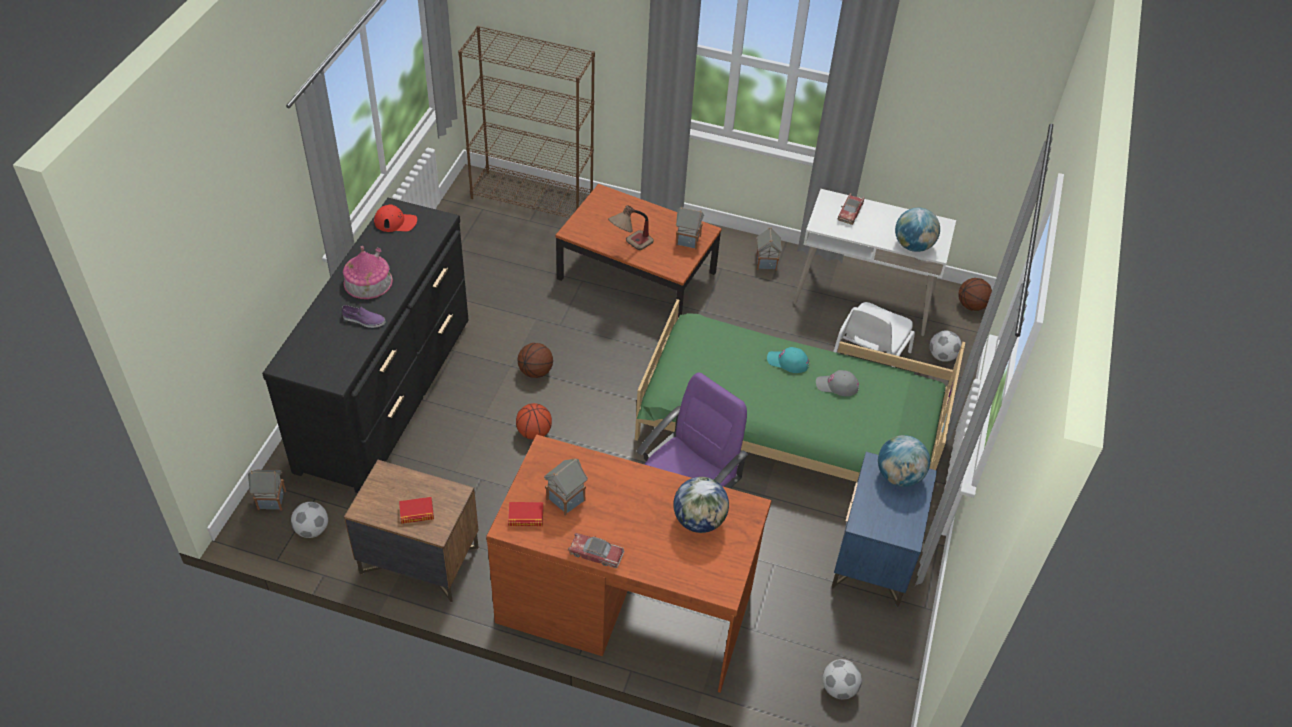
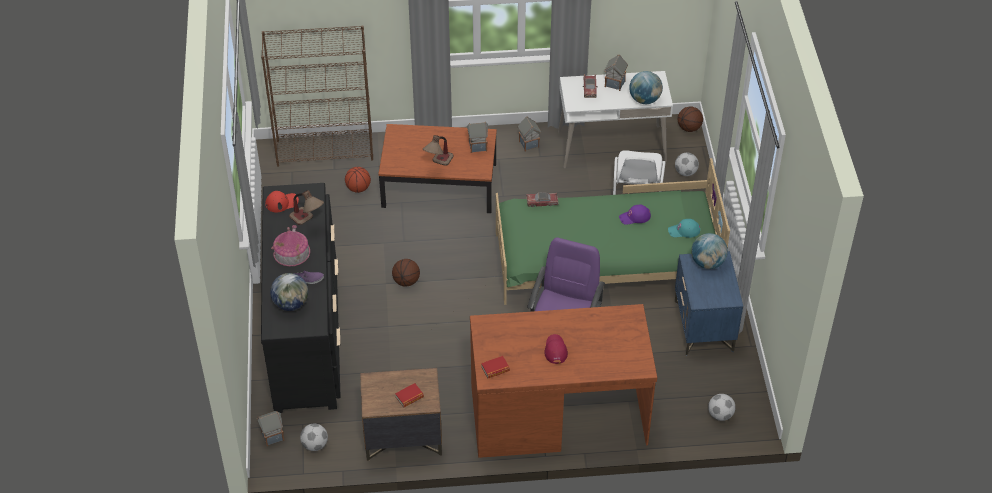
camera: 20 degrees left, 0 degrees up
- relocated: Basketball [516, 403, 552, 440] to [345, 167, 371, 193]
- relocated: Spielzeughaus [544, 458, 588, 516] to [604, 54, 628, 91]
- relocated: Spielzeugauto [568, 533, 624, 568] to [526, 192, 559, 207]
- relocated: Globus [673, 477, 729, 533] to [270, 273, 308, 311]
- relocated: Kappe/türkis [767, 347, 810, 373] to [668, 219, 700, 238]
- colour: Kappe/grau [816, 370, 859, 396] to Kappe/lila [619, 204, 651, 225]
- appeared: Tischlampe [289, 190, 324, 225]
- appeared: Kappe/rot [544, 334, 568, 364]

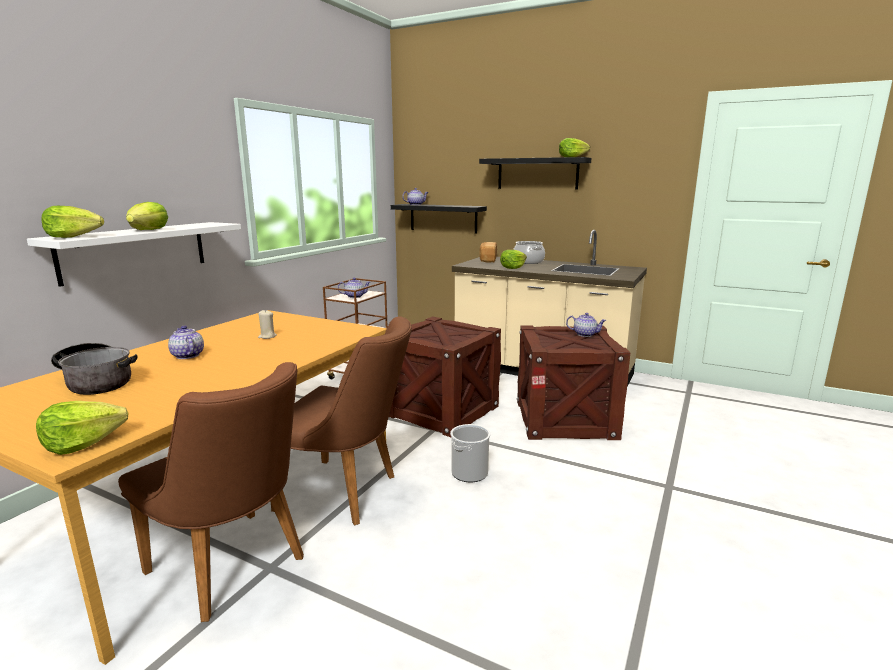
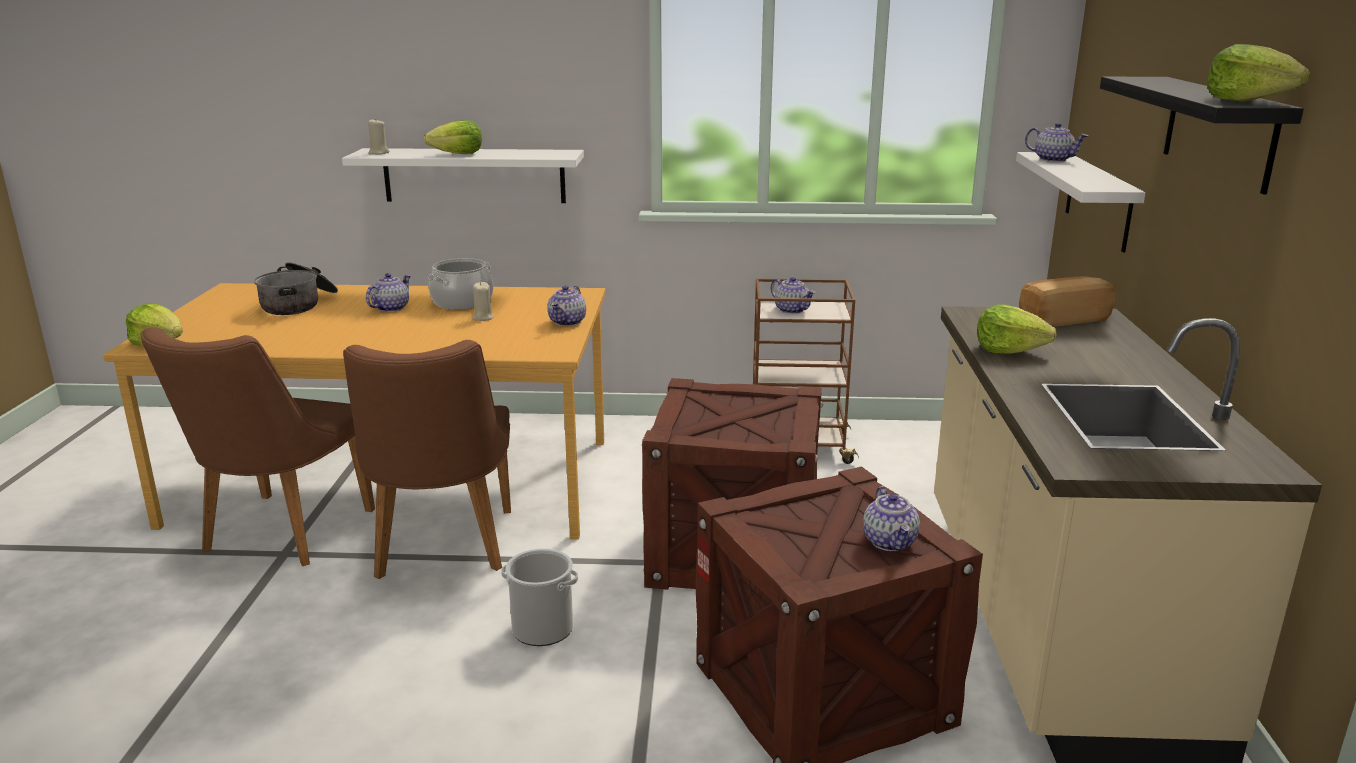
camera: 65 degrees right, 5 degrees up
- exchanged: Salatkopf [41, 206, 104, 238] to Kerze/beige [368, 118, 389, 155]
- colour: Wandregal/schwarz [391, 204, 487, 234] to Wandregal/weiß [1016, 152, 1145, 252]
- relocated: Kochtopf [513, 241, 545, 264] to [428, 258, 493, 310]
- appeared: Teekanne [547, 286, 586, 326]

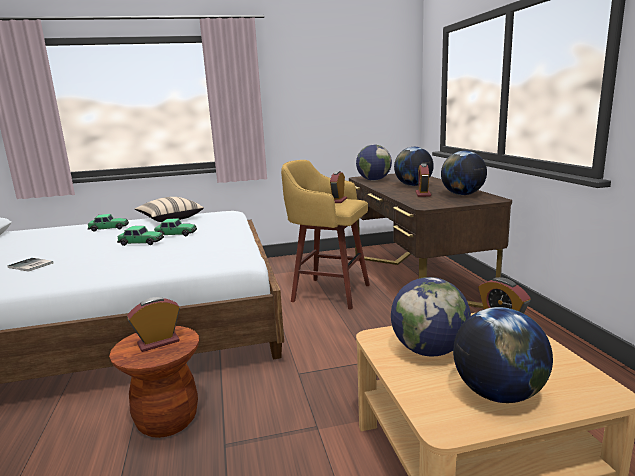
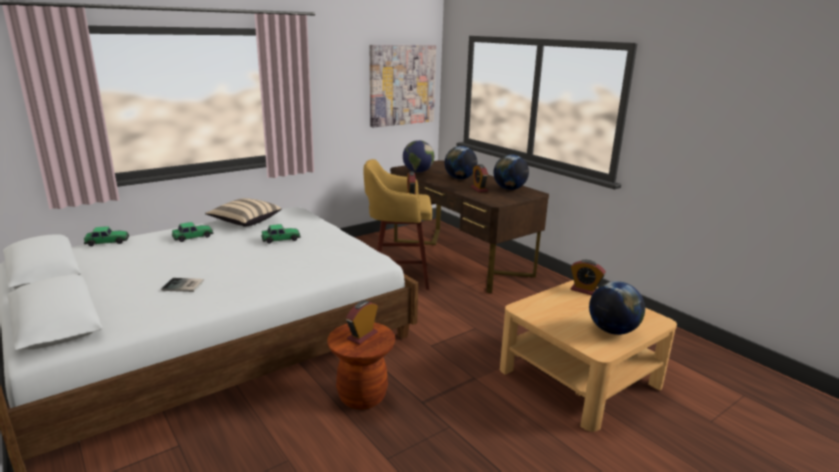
camera: 25 degrees left, 5 degrees up
- relocated: Spielzeugauto [117, 226, 164, 246] to [84, 226, 129, 246]
- missing: Globus [391, 277, 471, 356]
- appeared: Bild [370, 45, 436, 127]

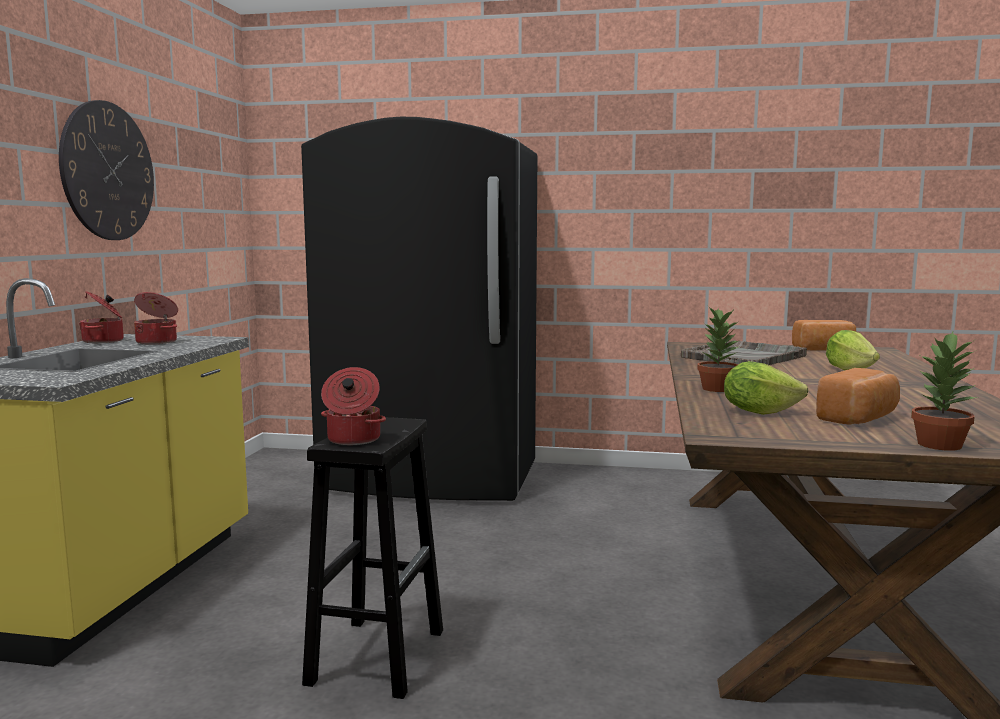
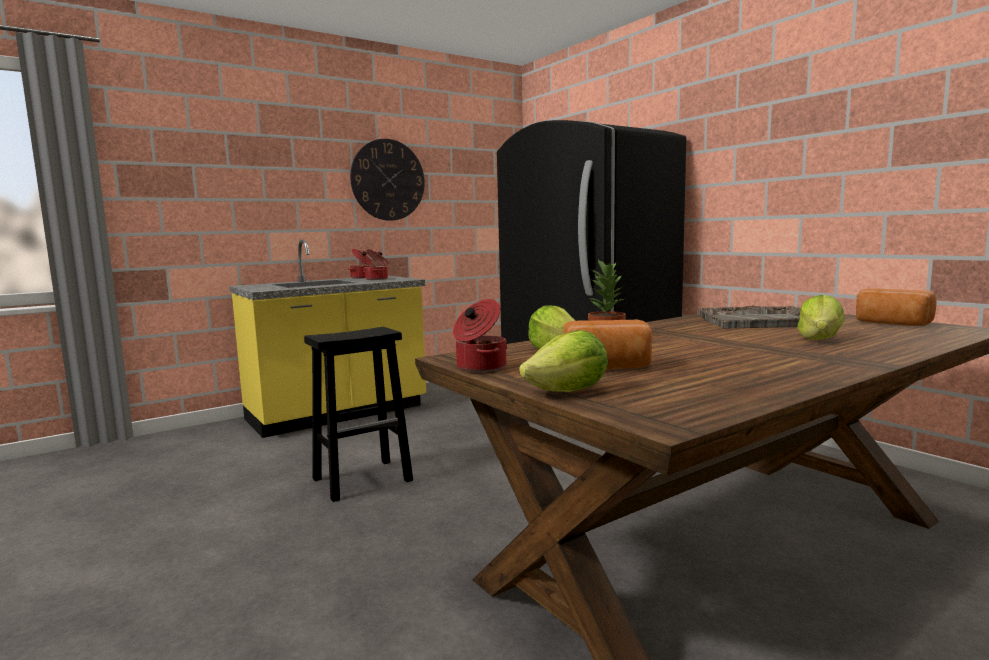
camera: 45 degrees right, 0 degrees up
- relocated: Kochtopf [321, 367, 386, 445] to [453, 299, 507, 372]
- exchanged: Topfpflanze [911, 331, 977, 451] to Salatkopf [519, 330, 608, 392]

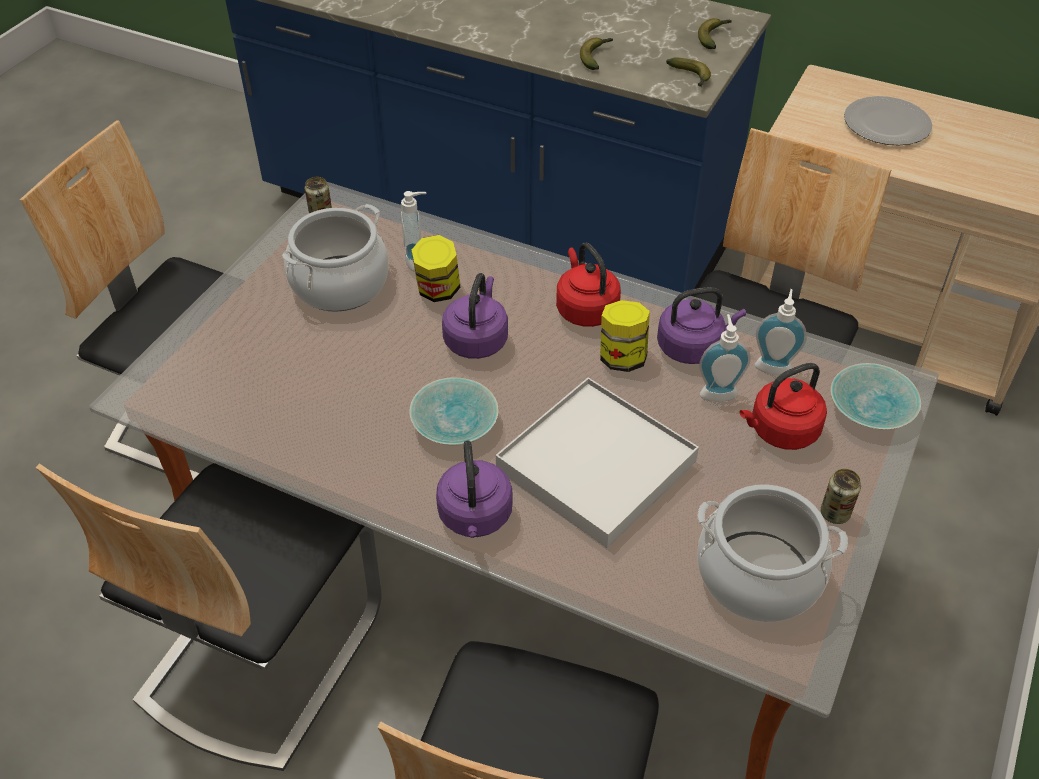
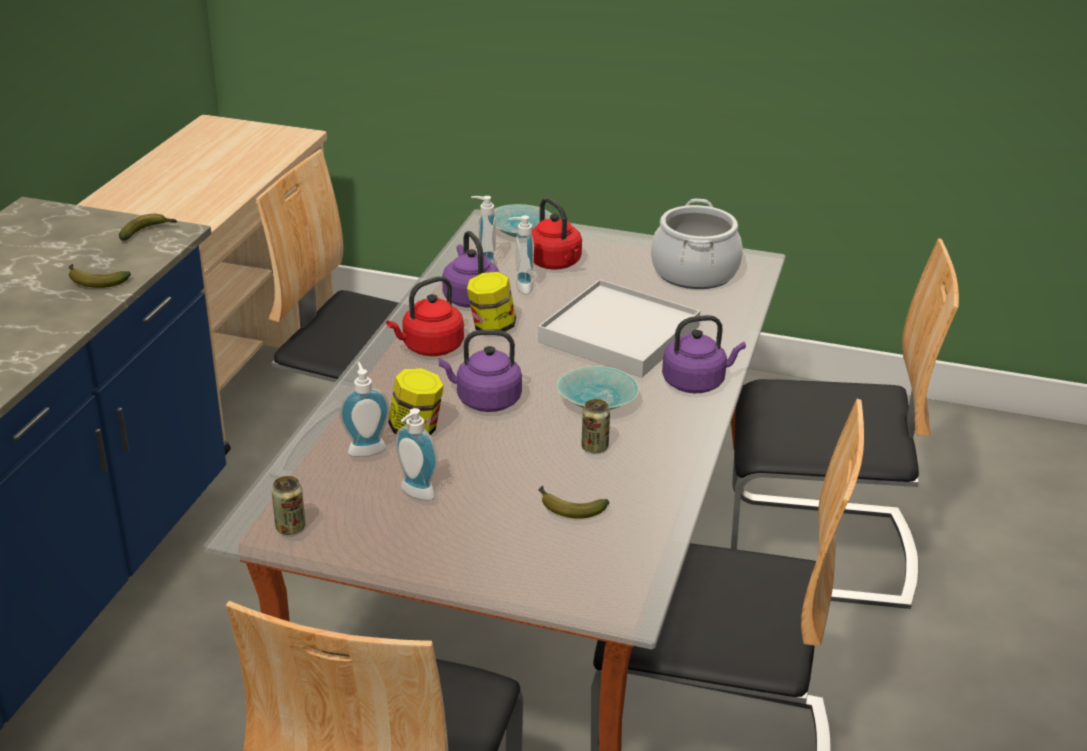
camera: 100 degrees left, 15 degrees down
- exchanged: Kochtopf [282, 204, 389, 312] to Seifenspender [396, 408, 438, 500]
- relocated: Banane [698, 18, 732, 49] to [538, 486, 609, 519]
- relocated: Dose [821, 469, 861, 524] to [581, 399, 610, 453]
- missing: Teller [844, 96, 933, 145]

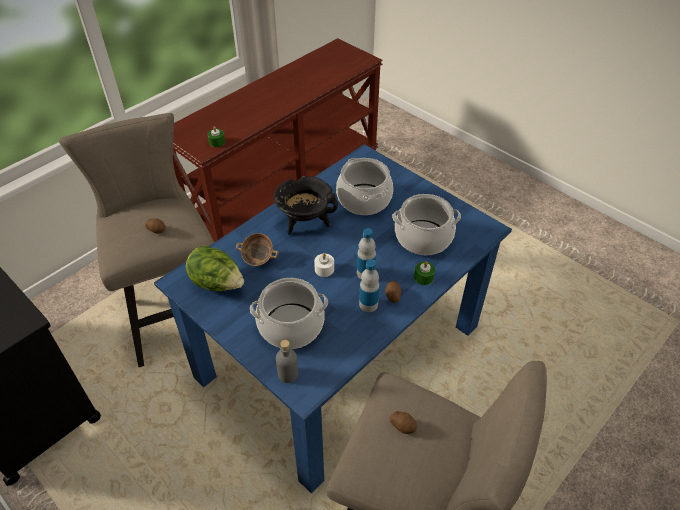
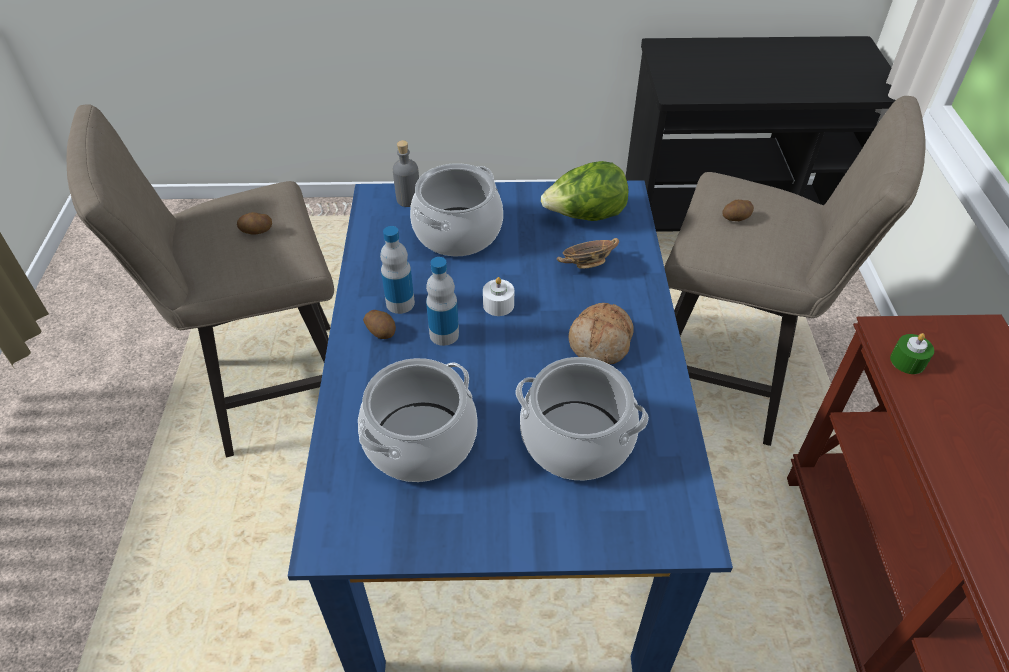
camera: 135 degrees right, 0 degrees up
- exchanged: Kochtopf/schwarz [274, 176, 338, 234] to Brot [569, 303, 634, 364]
- missing: Kerze/grün [414, 261, 435, 285]

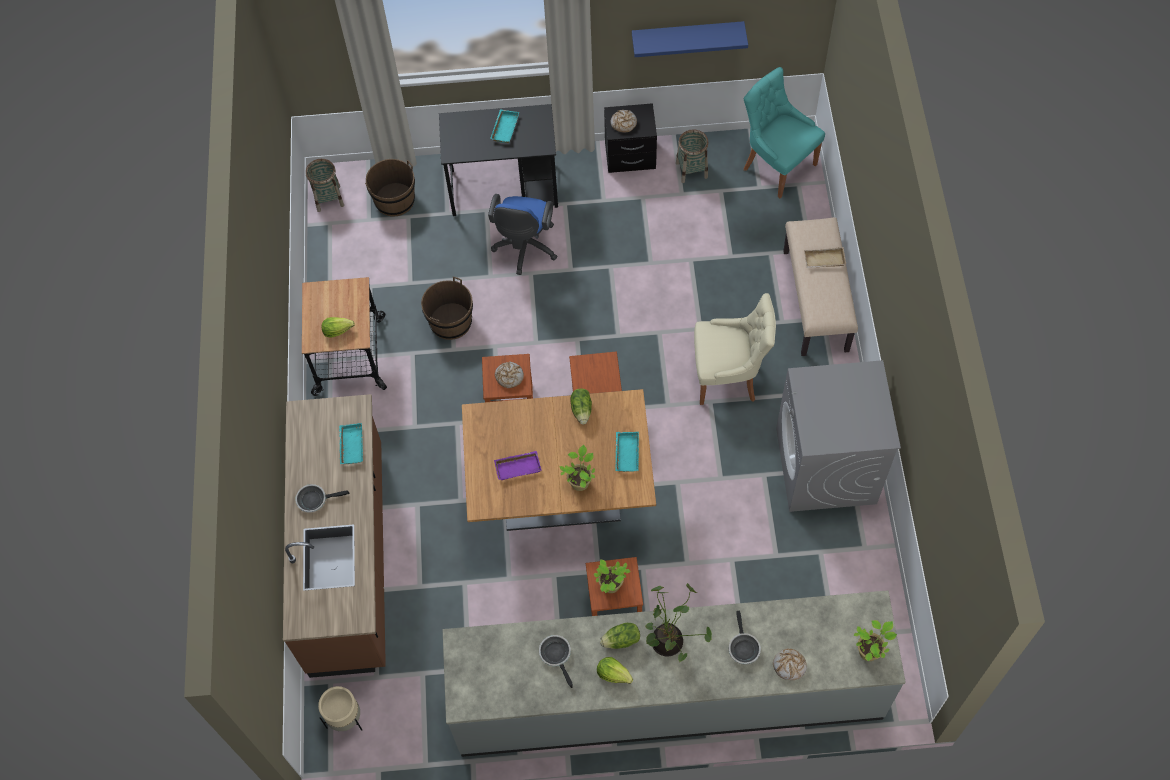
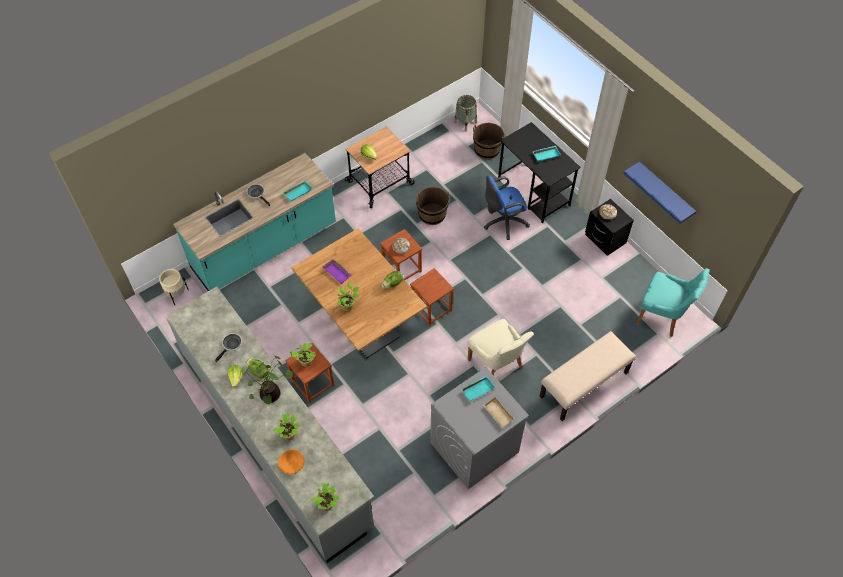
camera: 55 degrees right, 5 degrees down
- colour: Küchenzeile/braun [283, 394, 386, 678] to Küchenzeile/türkis [173, 153, 336, 291]
- relocated: Tablett/türkis [615, 432, 639, 472] to [461, 375, 495, 401]
- missing: Korb [676, 129, 709, 183]
- exchanged: Pfanne [729, 611, 761, 665] to Topfpflanze [273, 413, 300, 441]
- spun: Stuhl/türkis [744, 67, 825, 198] = [637, 268, 710, 337] 105 degrees clockwise
- exchanged: Brot [773, 648, 807, 680] to Schüssel/orange [278, 449, 304, 474]
- relocated: Tablett/beige [804, 247, 846, 268] to [483, 396, 515, 428]

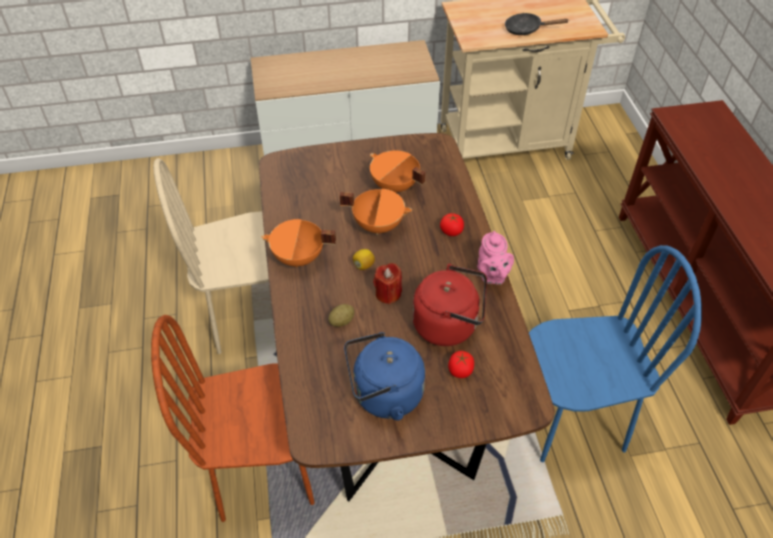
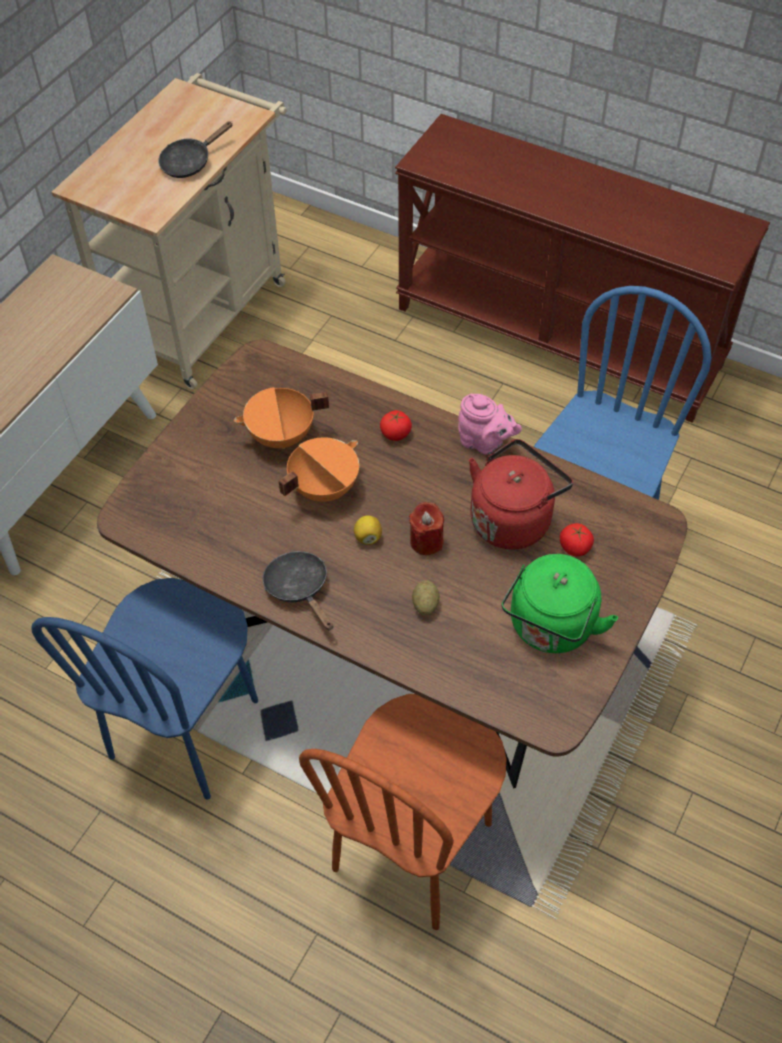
camera: 50 degrees left, 5 degrees up
- colour: Stuhl/beige [153, 158, 269, 354] to Stuhl/blau [32, 578, 258, 800]
- exchanged: Kochtopf/orange [262, 219, 336, 267] to Pfanne/schwarz [263, 551, 333, 631]
- colour: Wasserkessel/blau [344, 332, 425, 421] to Wasserkessel/grün [501, 554, 618, 653]

